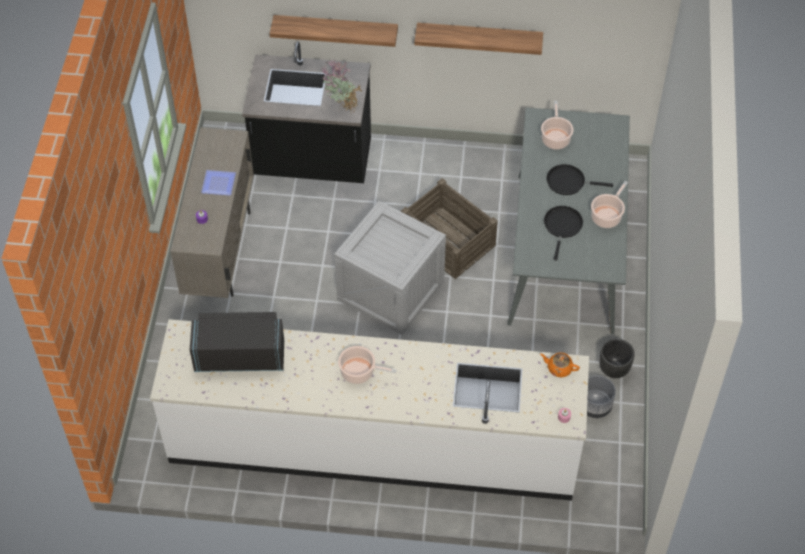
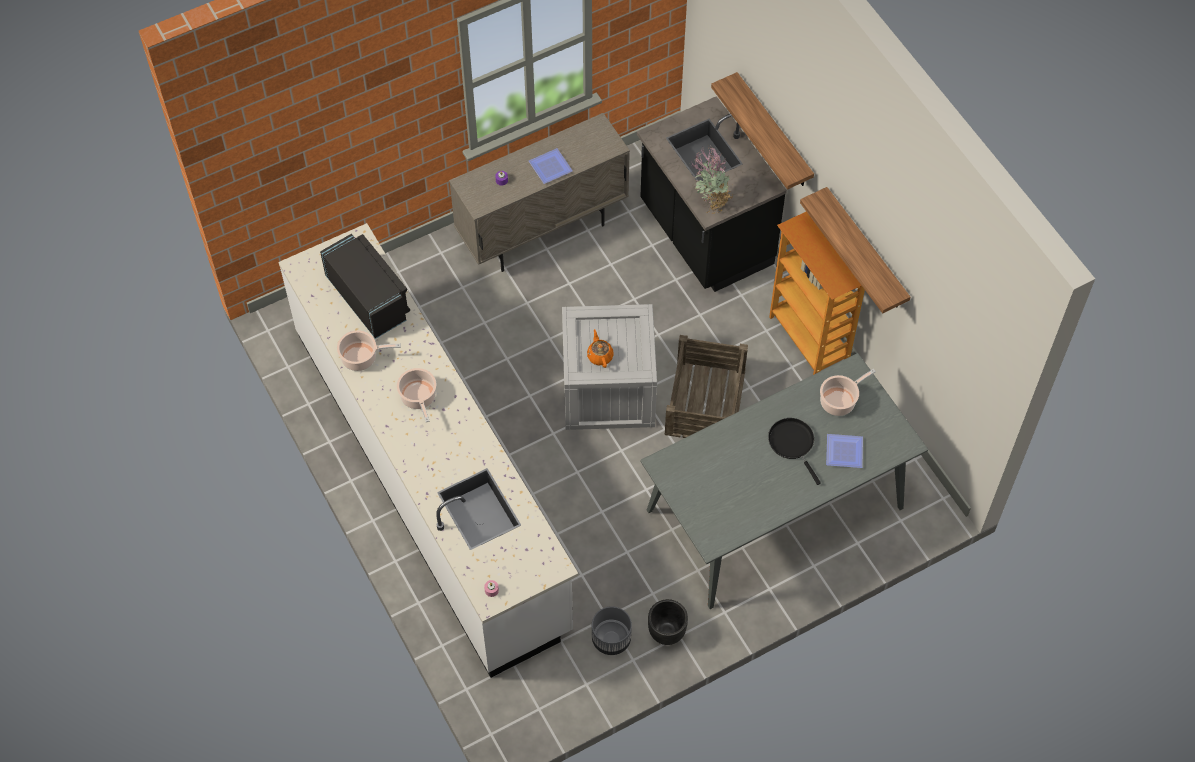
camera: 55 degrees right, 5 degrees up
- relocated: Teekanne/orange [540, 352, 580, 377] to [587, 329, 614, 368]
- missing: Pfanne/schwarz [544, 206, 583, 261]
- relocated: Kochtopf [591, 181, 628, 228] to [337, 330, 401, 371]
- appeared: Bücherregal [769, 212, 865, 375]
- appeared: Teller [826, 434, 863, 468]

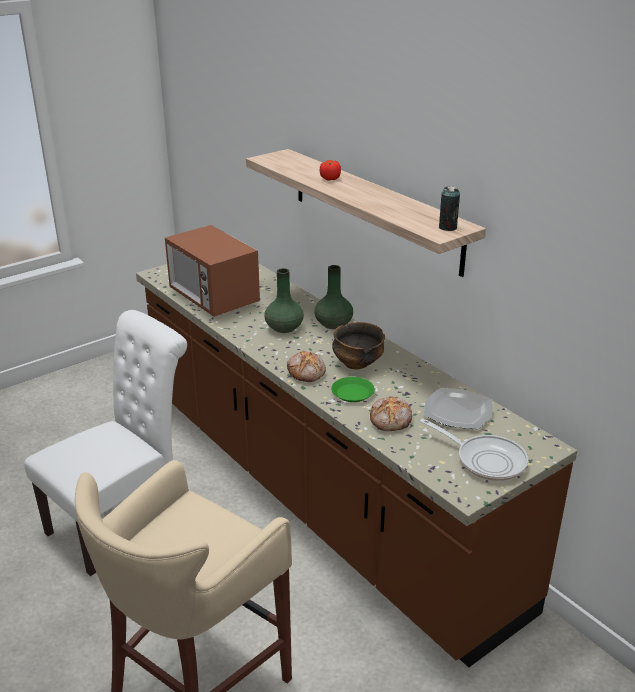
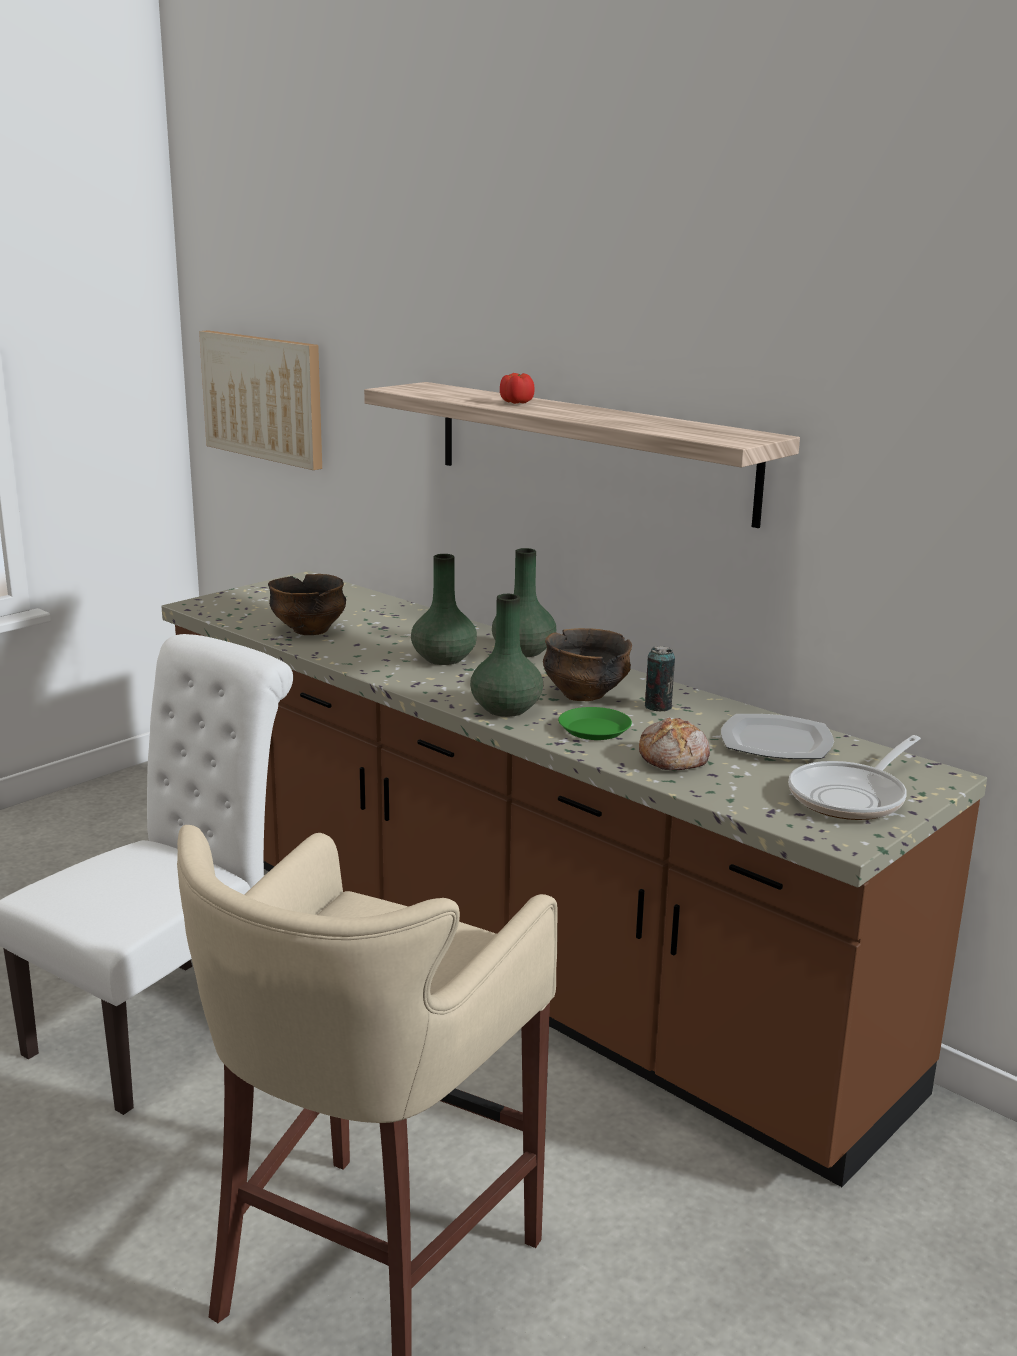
camera: 10 degrees left, 10 degrees down
- exchanged: Mikrowelle [165, 225, 260, 317] to Schüssel [268, 574, 346, 635]
- exchanged: Brot [287, 351, 326, 382] to Vase/grün [470, 594, 543, 717]
- spun: Pfanne [420, 419, 528, 481] = [788, 735, 921, 820] 105 degrees clockwise
- relocated: Dose [439, 186, 460, 231] to [645, 646, 675, 711]
- appeared: Bild [199, 330, 322, 470]

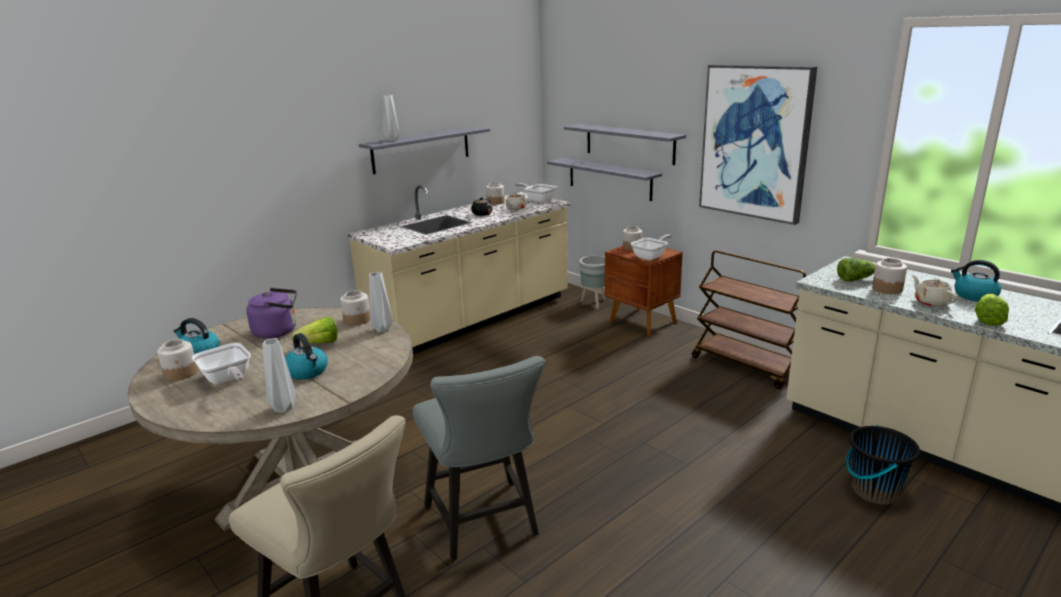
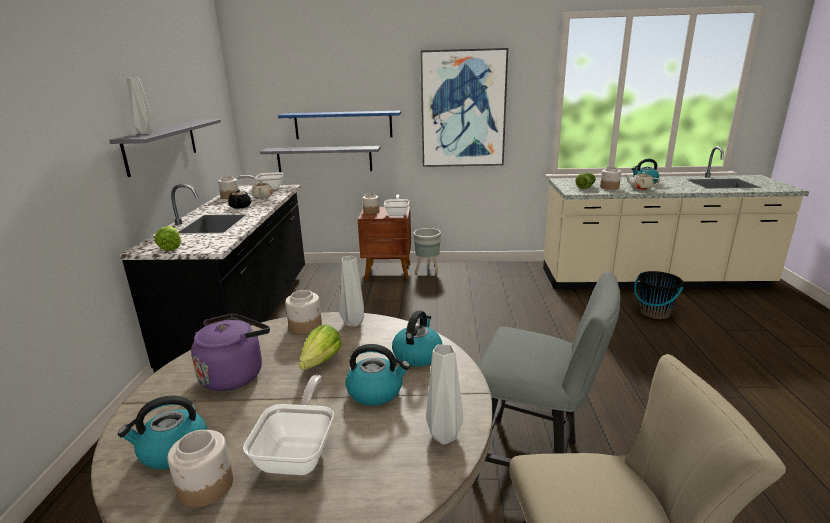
camera: 45 degrees left, 0 degrees up
- spun: Pfanne [192, 343, 251, 384] = [243, 375, 334, 475] 90 degrees counterclockwise
- colour: Küchenzeile/beige [348, 185, 571, 354] to Küchenzeile/schwarz [120, 184, 305, 373]
- colour: Wandregal/grau [564, 124, 686, 165] to Wandregal/blau [278, 111, 401, 139]
- relocated: Pflanzkübel/grau [579, 256, 606, 308] to [413, 228, 441, 274]
- missing: Rollwagen/braun [692, 250, 806, 389]
- relocated: Salatkopf [975, 294, 1009, 326] to [155, 226, 181, 251]
- appeared: Wasserkessel [392, 310, 442, 367]

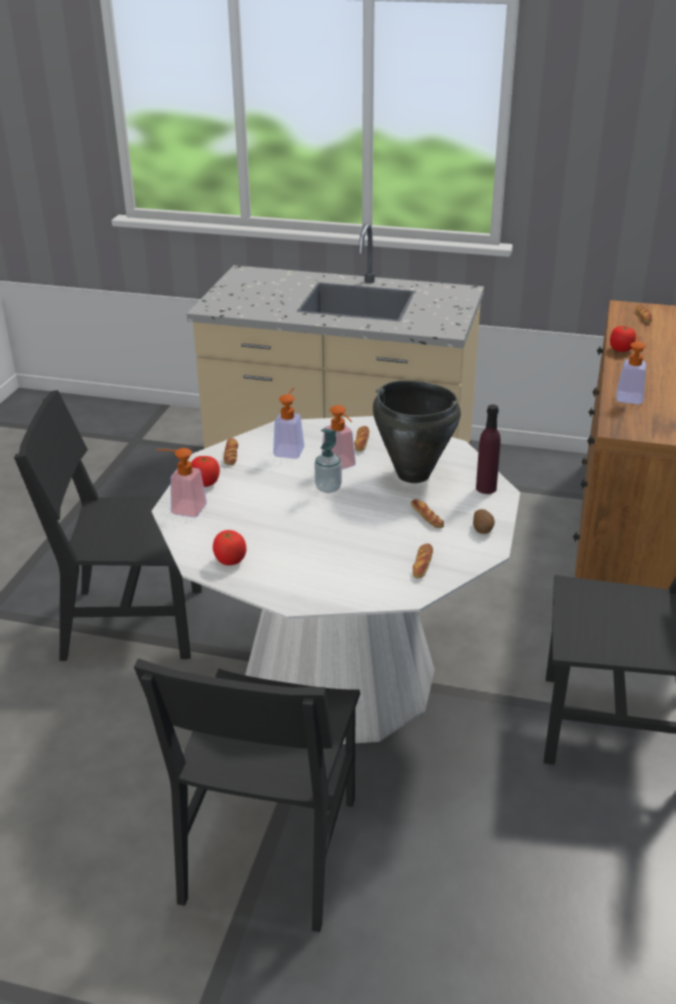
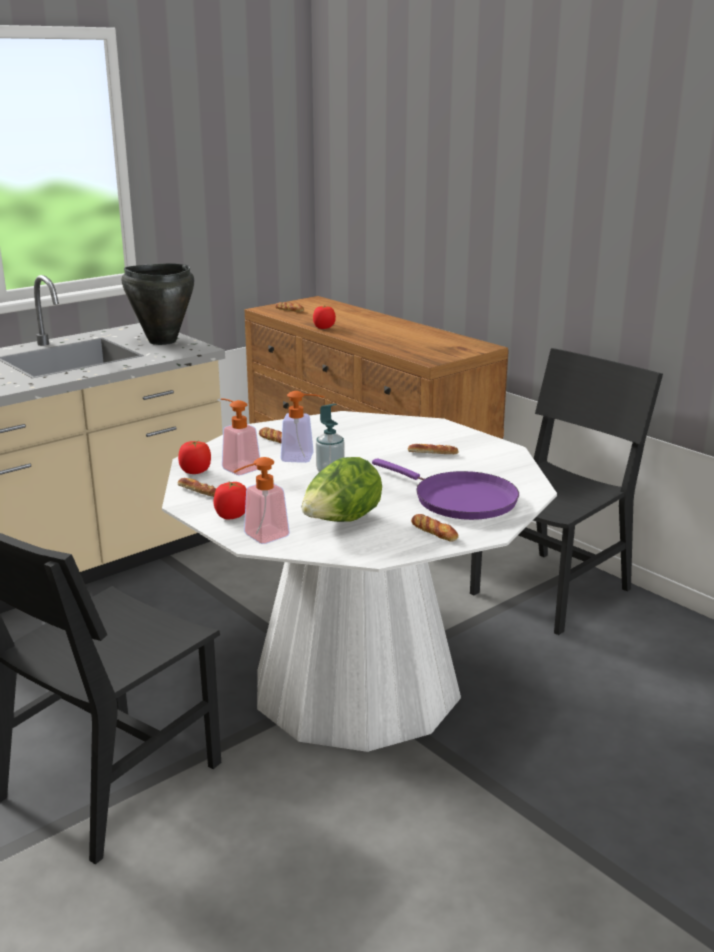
camera: 55 degrees left, 10 degrees down
- missing: Stuhl/schwarz [134, 658, 360, 932]
- relocated: Tomate [213, 530, 246, 565] to [178, 441, 211, 474]
- relocated: Kochtopf/schwarz [373, 381, 461, 483] to [121, 264, 194, 345]
- relocated: Brot [413, 544, 433, 578] to [411, 514, 459, 542]
- missing: Kartoffel [473, 509, 495, 534]
- missing: Flasche/lila [476, 404, 501, 494]
- missing: Seifenspender [616, 336, 646, 404]
- appeared: Salatkopf [302, 457, 382, 522]
- appeared: Pfanne/lila [372, 458, 519, 520]

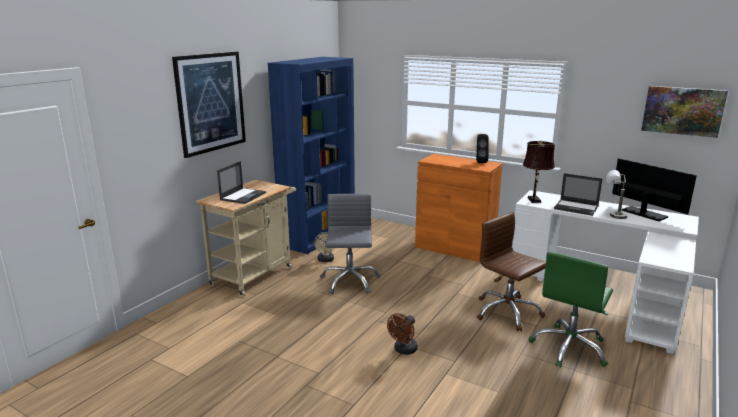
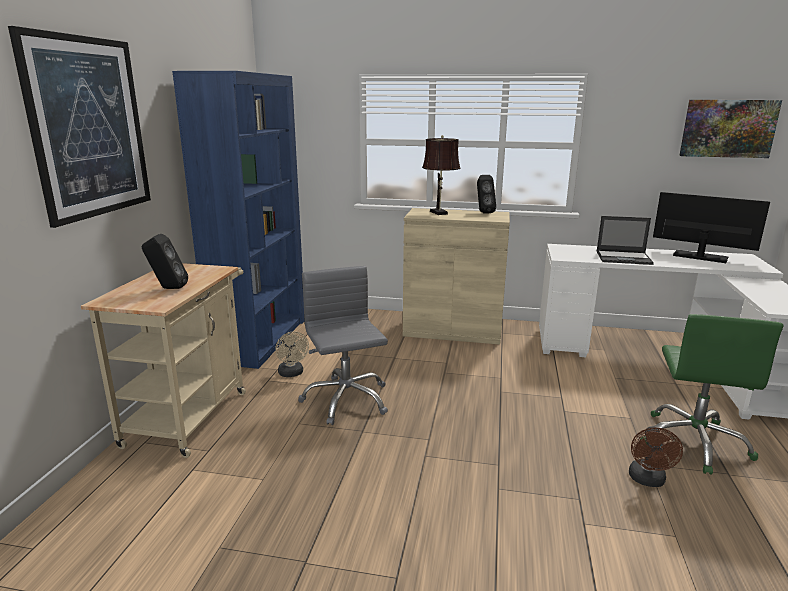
camera: 20 degrees left, 0 degrees up
- exchanged: Laptop [217, 161, 266, 204] to Lautsprecher/schwarz [142, 234, 188, 289]
- relocated: Ventilator/braun [387, 313, 418, 355] to [629, 426, 683, 487]
- colour: Schrank/orange [415, 154, 503, 262] to Schrank/beige [403, 208, 510, 345]
- missing: Bürostuhl/braun [477, 212, 546, 331]
- relocated: Tischlampe/braun [523, 141, 555, 203] to [422, 135, 460, 215]
- missing: Tischlampe/grau [605, 170, 627, 219]

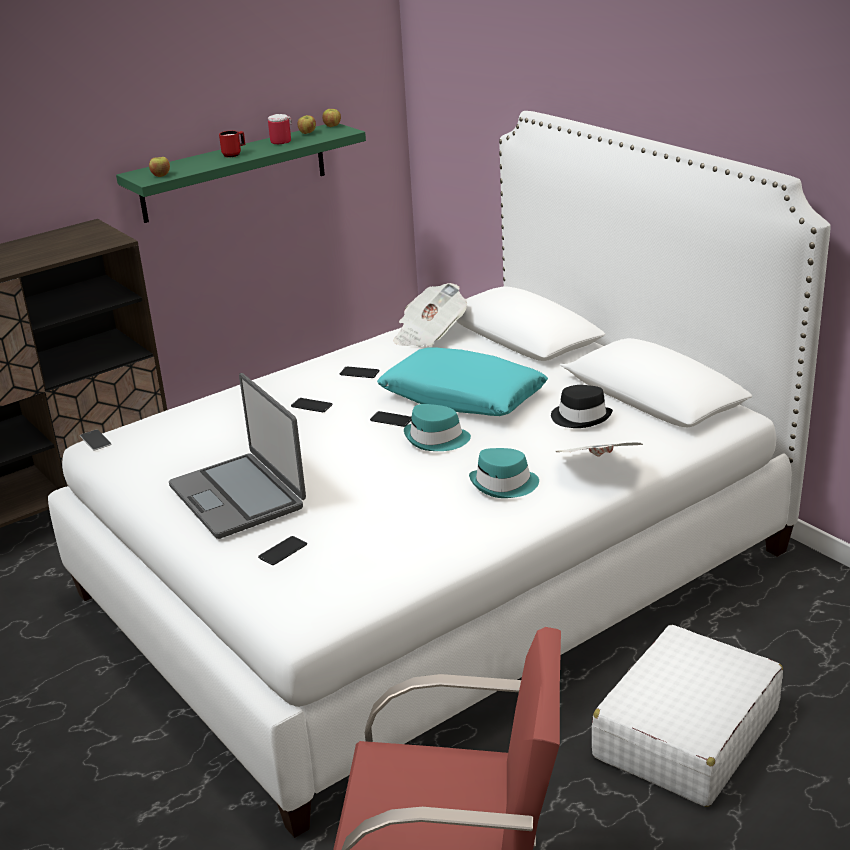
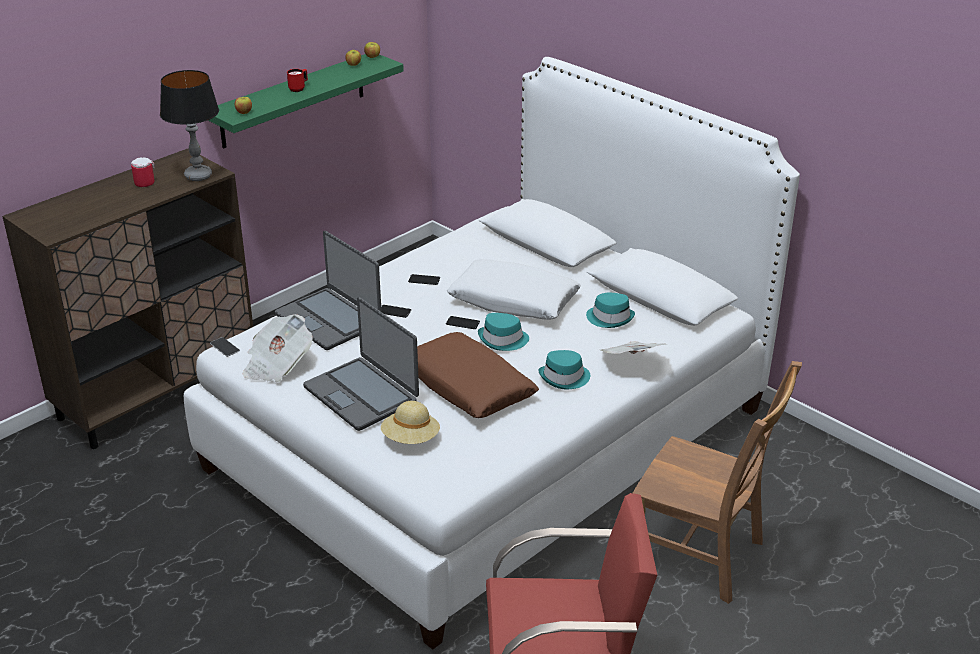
camera: 10 degrees left, 5 degrees up
- exchanged: Handy [258, 536, 307, 565] to Hut/beige [381, 401, 440, 444]
- relocated: Henkelbecher [268, 114, 292, 144] to [131, 157, 155, 187]
- colour: Kissen/türkis [377, 348, 548, 416] to Kissen/weiß [447, 259, 581, 320]
- relocated: Zeitung [393, 283, 467, 347] to [243, 314, 313, 382]
- colour: Hut/schwarz [551, 385, 613, 428] to Hut/türkis [586, 293, 635, 328]
- exchanged: Koffer/weiß [592, 625, 783, 807] to Stuhl/braun [633, 361, 802, 604]
- appeared: Tischlampe [160, 70, 219, 181]
- appeared: Laptop [275, 231, 382, 350]
- appeared: Kissen/braun [417, 332, 539, 418]

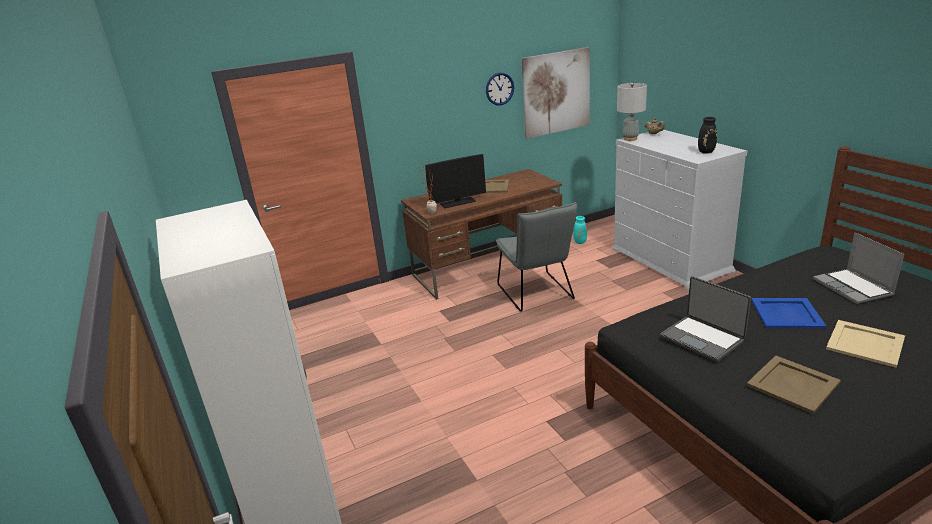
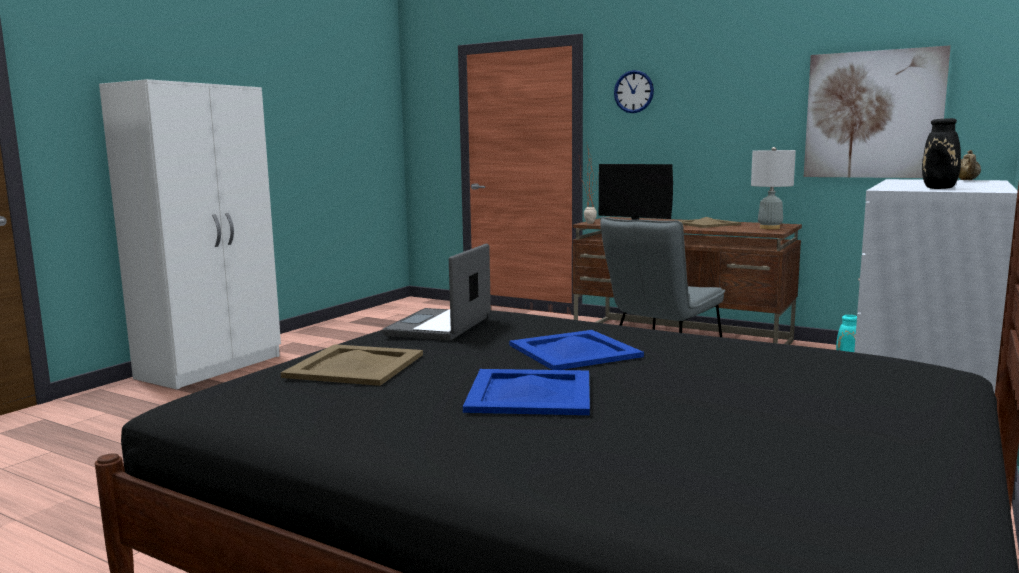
camera: 55 degrees right, 15 degrees down
- relocated: Wanduhr [486, 73, 514, 105] to [614, 70, 654, 113]
- relocated: Tischlampe/grau [617, 83, 647, 141] to [751, 147, 796, 229]
- missing: Laptop [813, 232, 904, 304]
- colour: Tablett/beige [826, 320, 905, 368] to Tablett/blau [463, 369, 590, 415]

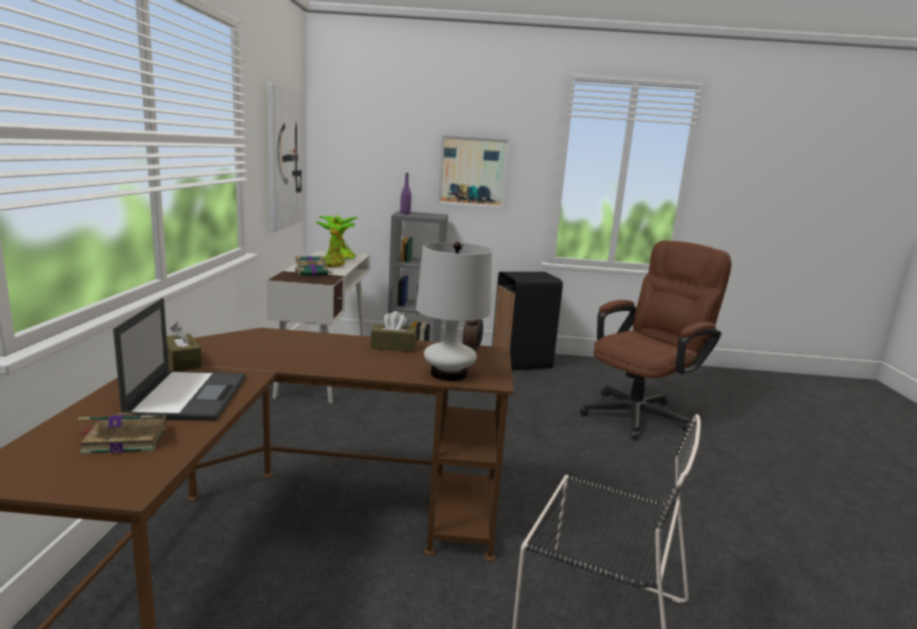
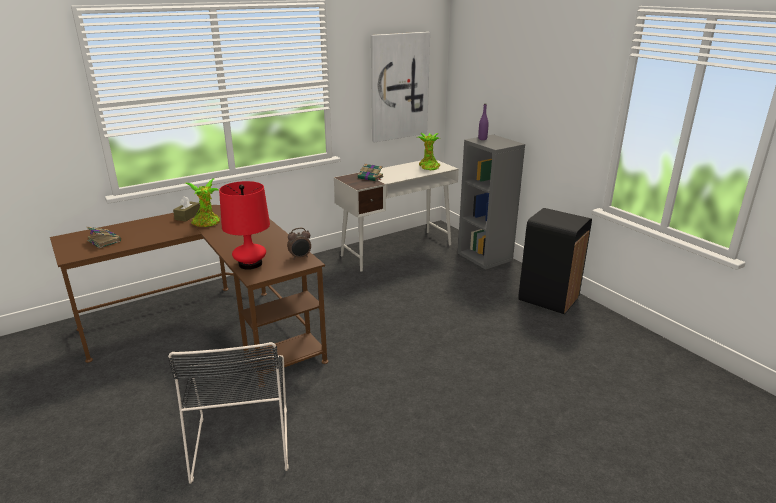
camera: 55 degrees right, 10 degrees up
- missing: Laptop [113, 298, 246, 421]
- relocated: Topfpflanze [315, 219, 356, 267] to [185, 179, 220, 227]
- missing: Taschentuchbox/braun [371, 311, 417, 352]
- colour: Tischlampe/weiß [416, 242, 492, 381] to Tischlampe/rot [219, 181, 270, 270]
- missing: Bild [438, 135, 510, 208]
- missing: Bürostuhl/braun [580, 240, 731, 440]

